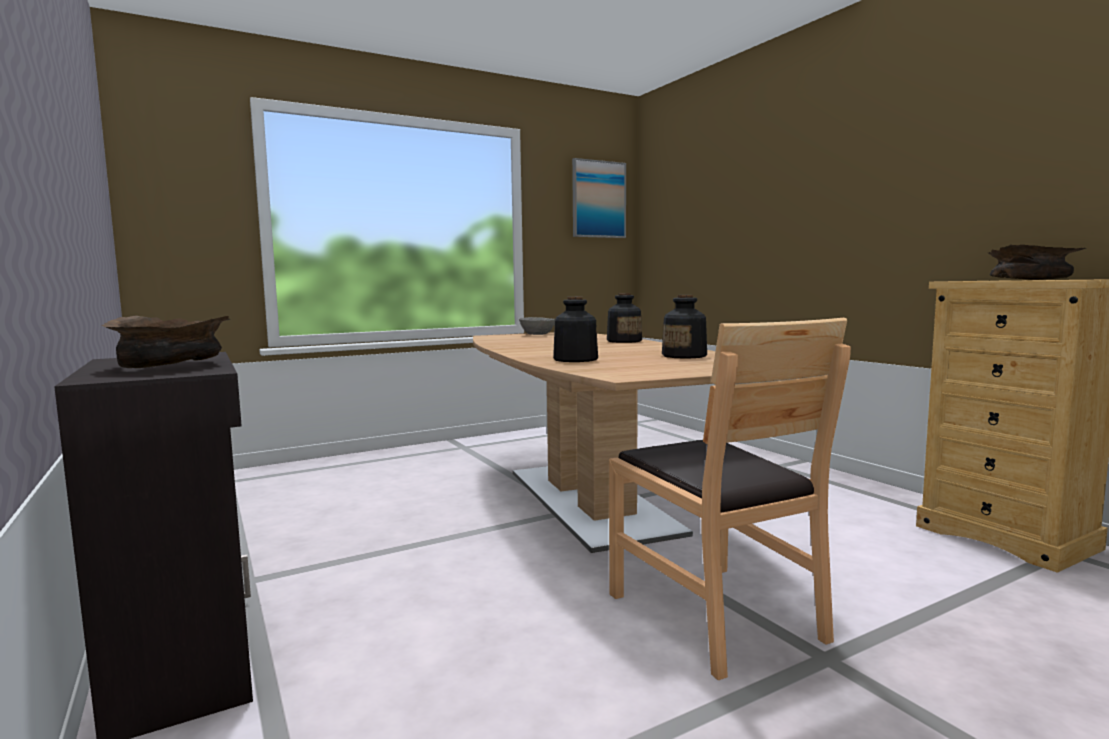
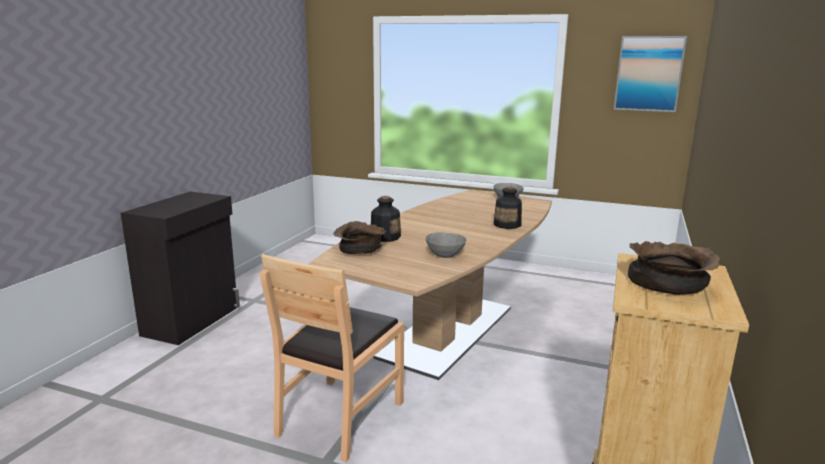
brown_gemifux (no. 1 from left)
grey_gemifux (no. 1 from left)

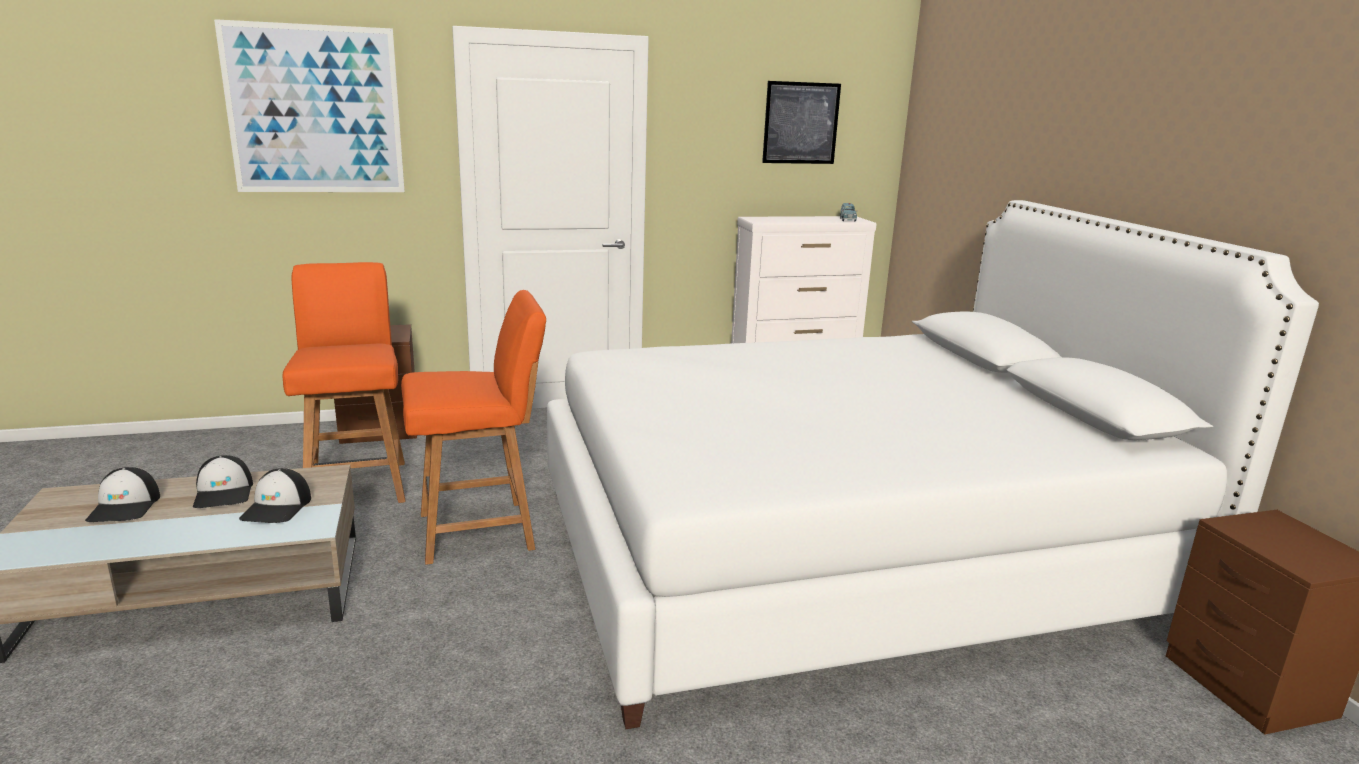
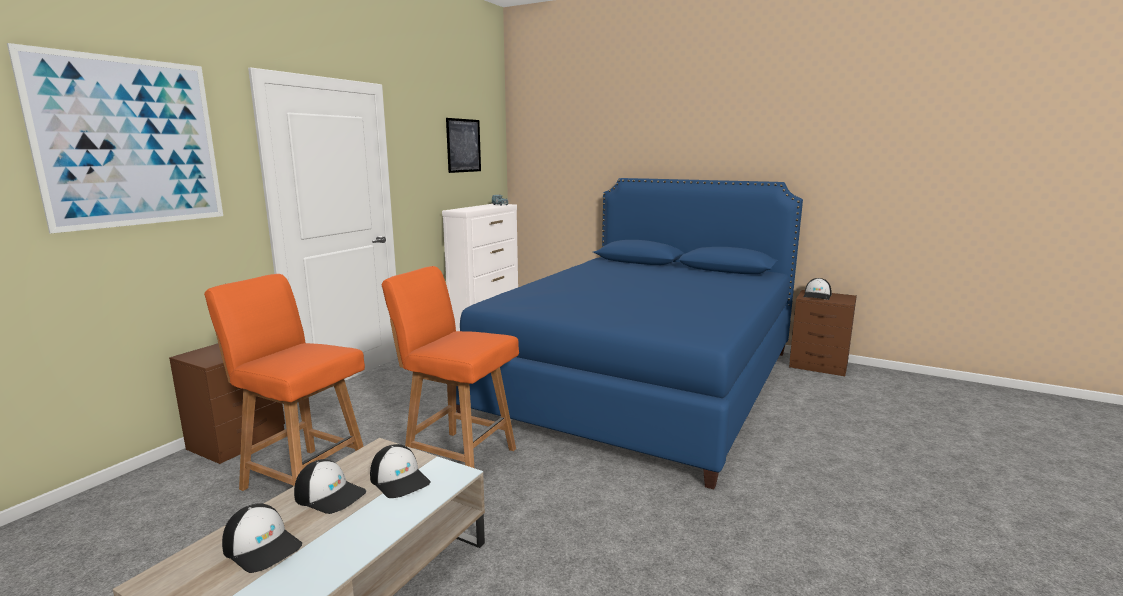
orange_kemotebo (no. 2 from left)
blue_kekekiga
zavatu (no. 4 from left)

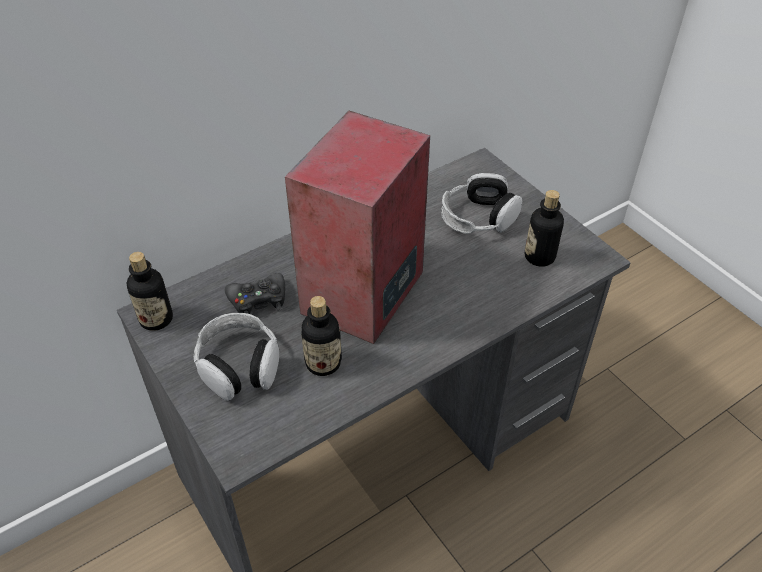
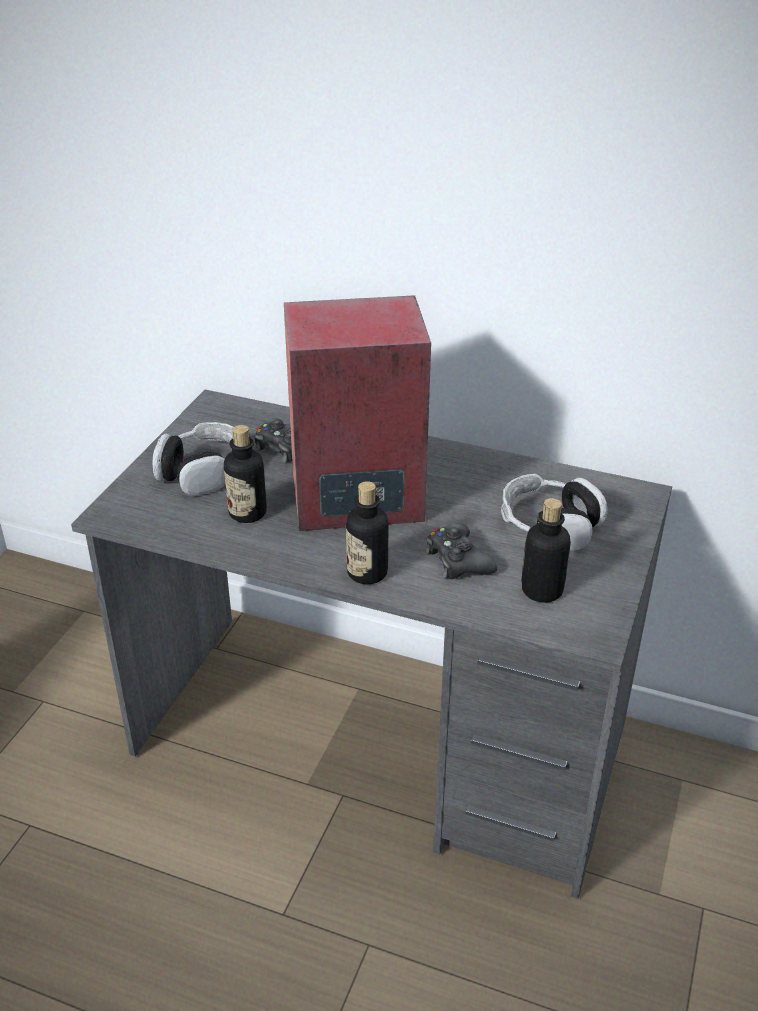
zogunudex (no. 2 from left)
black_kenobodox (no. 2 from left)

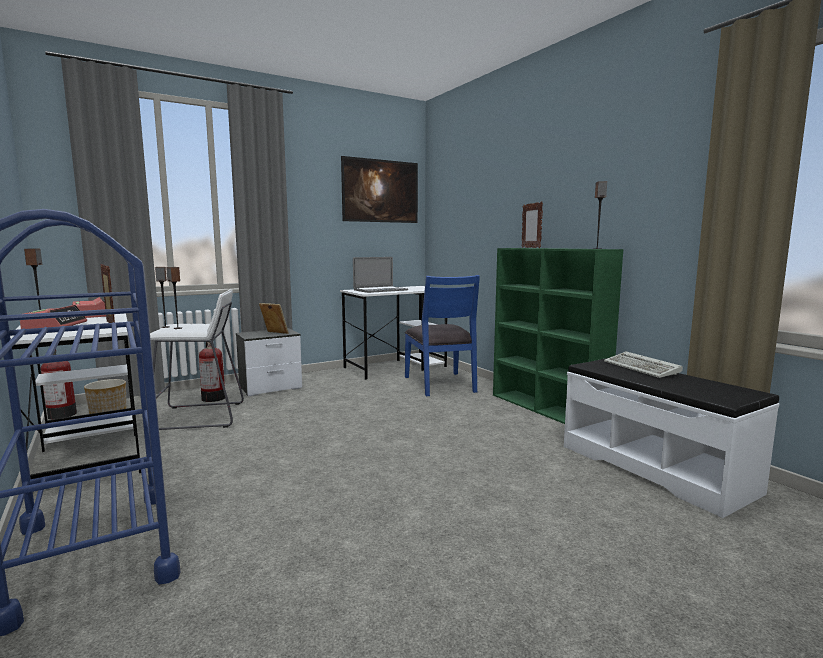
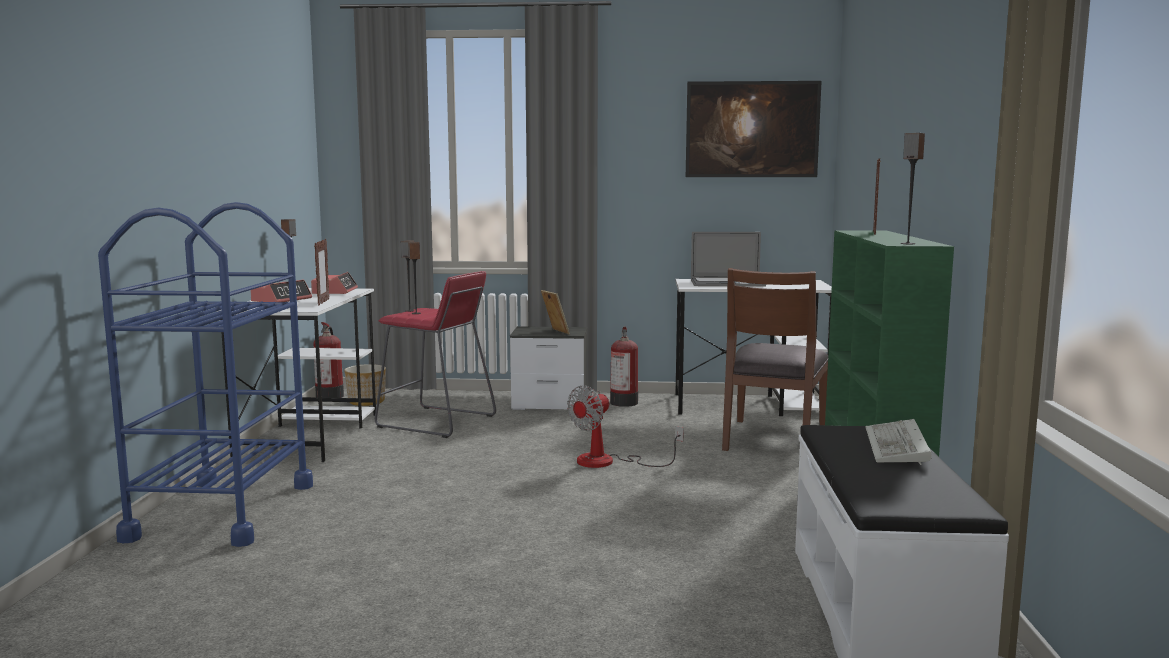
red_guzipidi
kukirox (no. 2 from left)
brown_kemotebo
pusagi

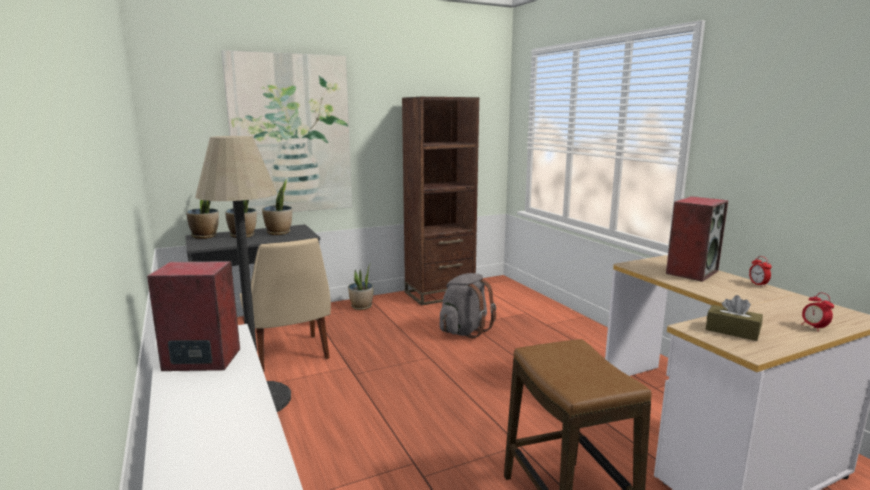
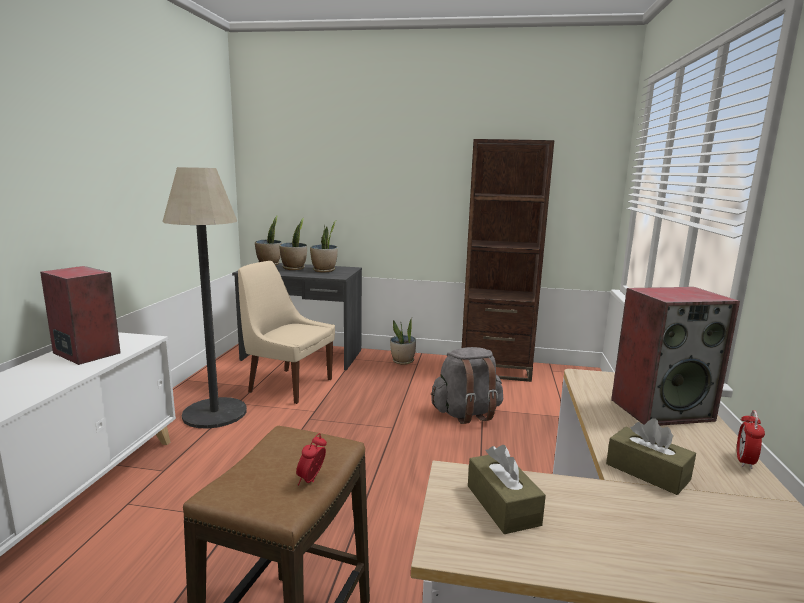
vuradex
beige_kemotebo
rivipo (no. 1 from left)
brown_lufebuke (no. 2 from left)

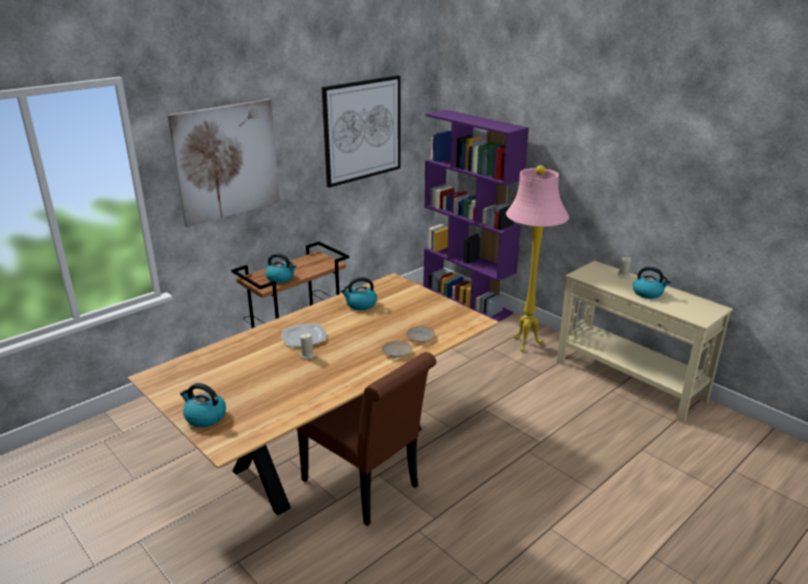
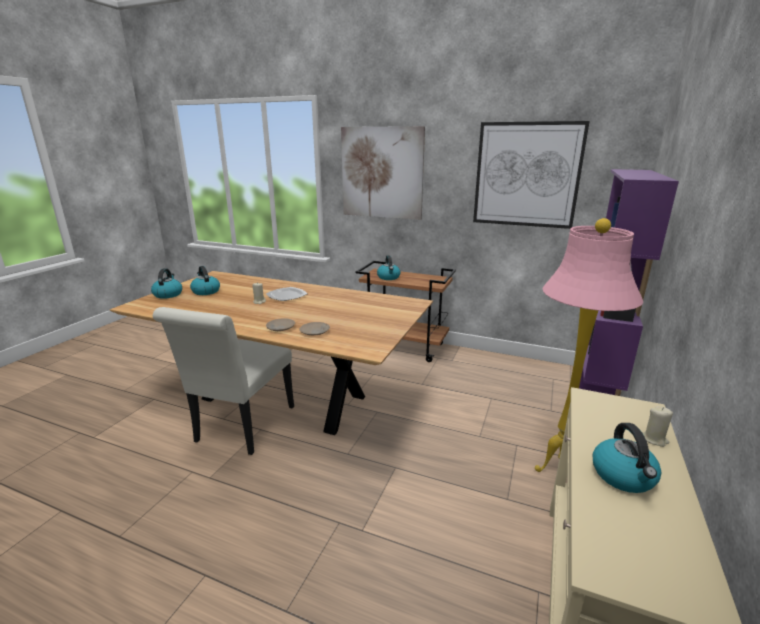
white_kemotebo
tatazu (no. 2 from left)

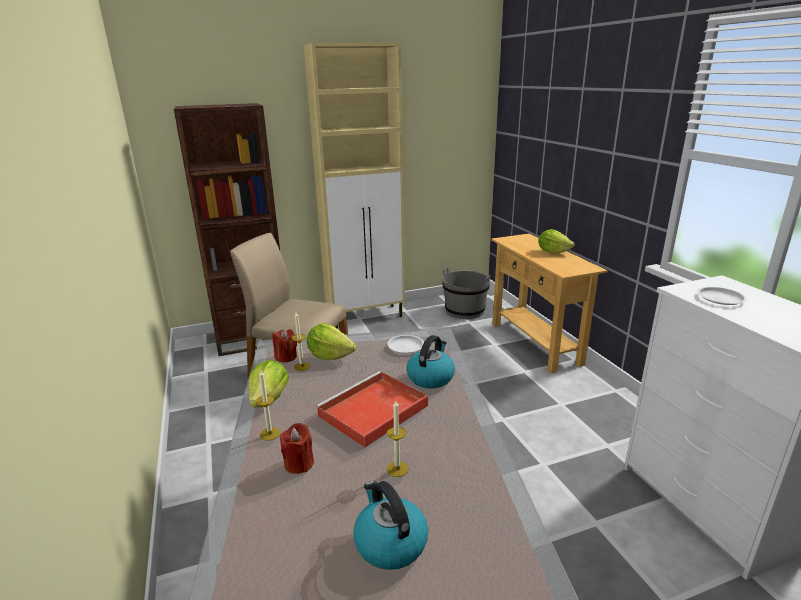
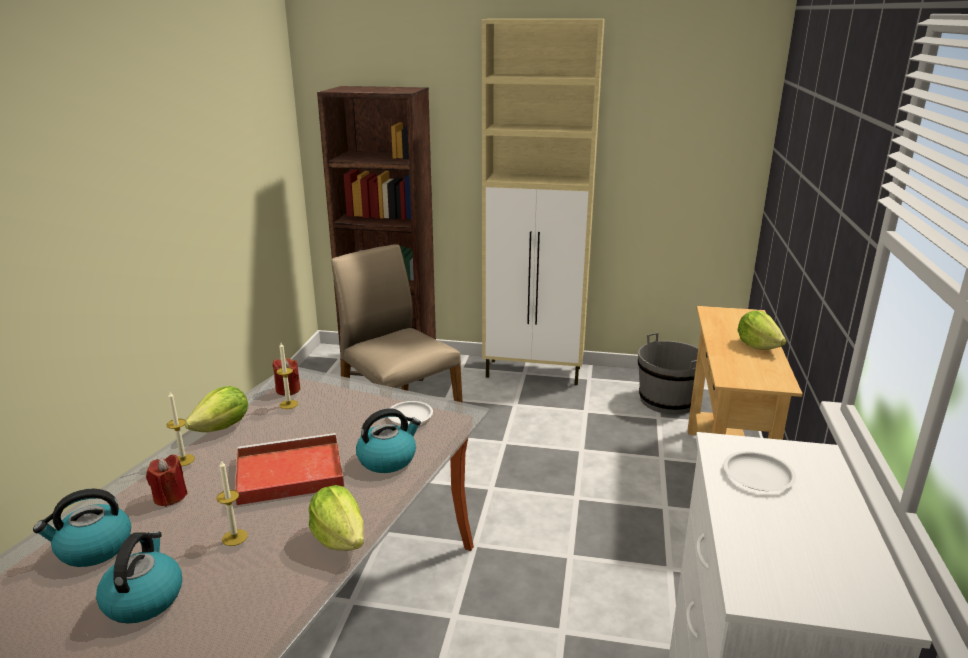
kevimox (no. 2 from left)
tatazu (no. 1 from left)

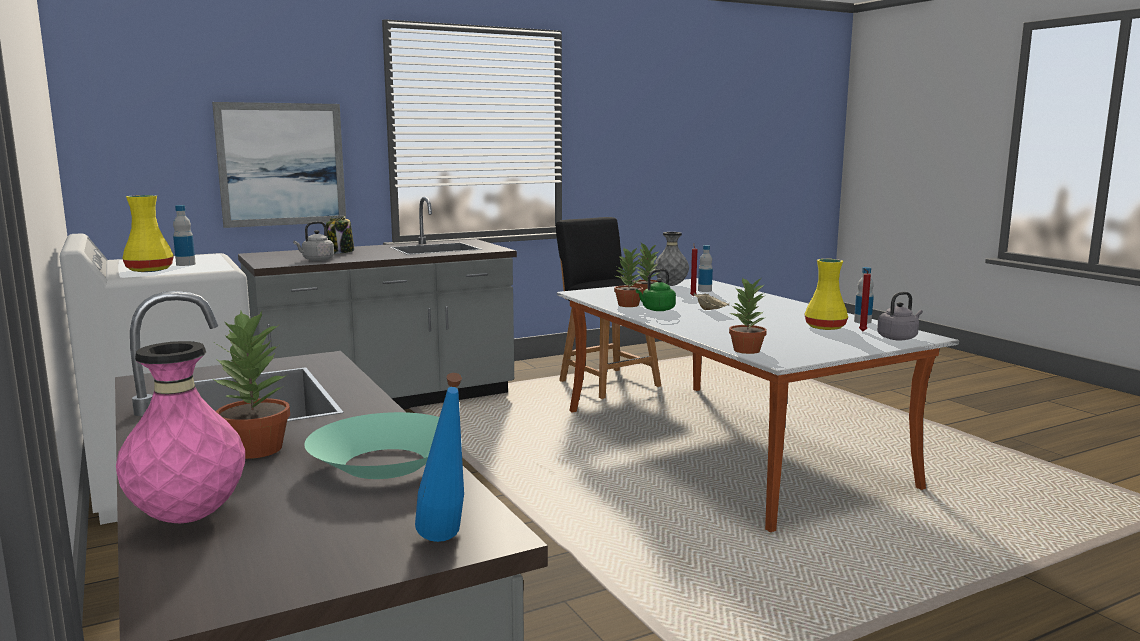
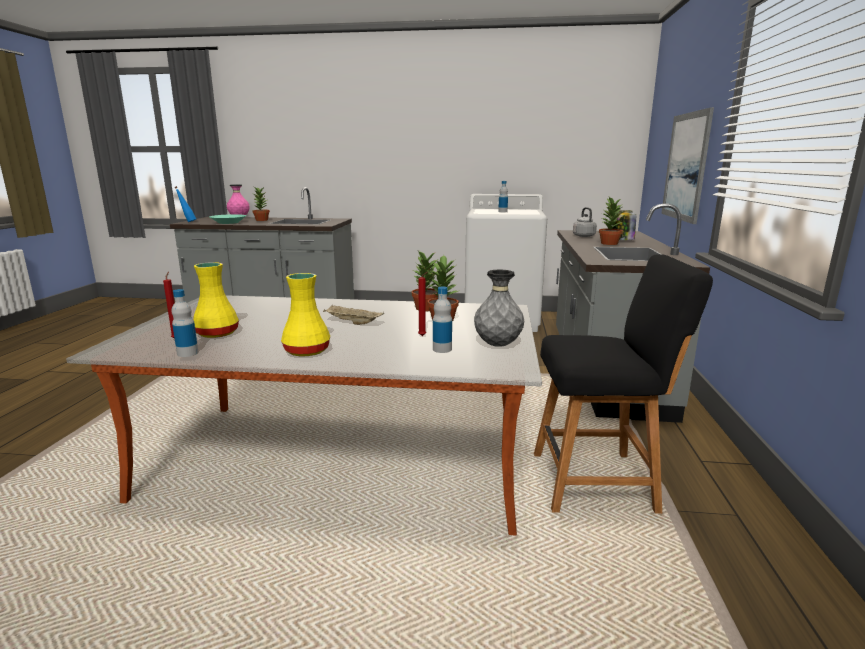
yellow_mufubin (no. 2 from left)
green_tatazu
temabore (no. 4 from left)
grey_tatazu (no. 2 from left in the first image)

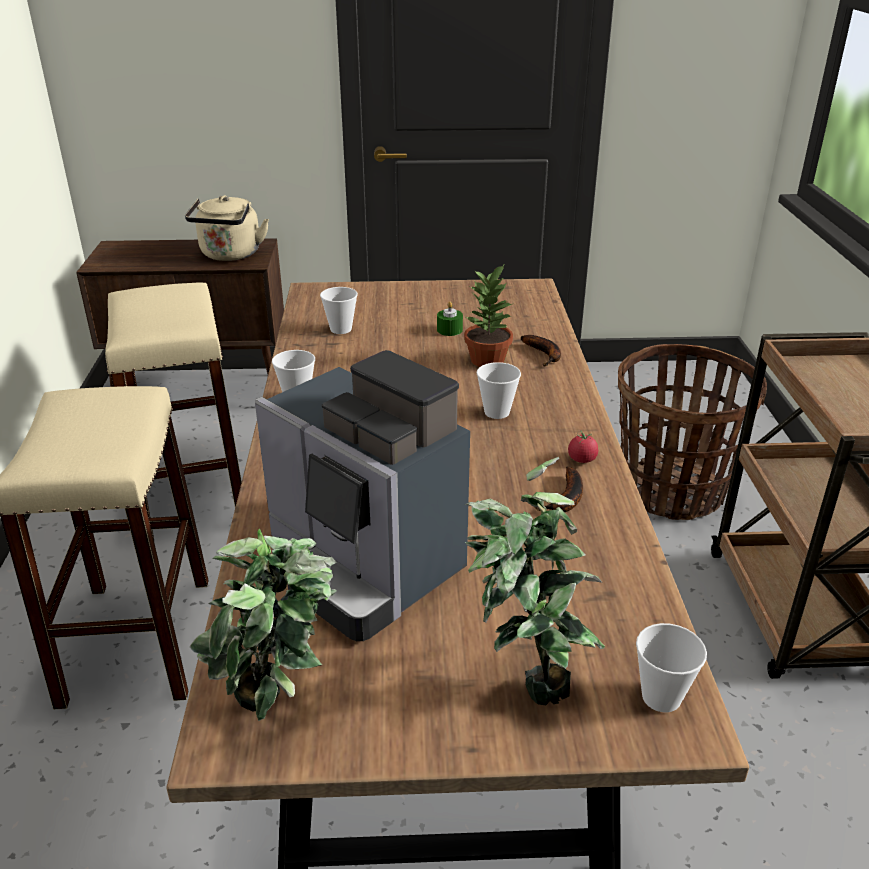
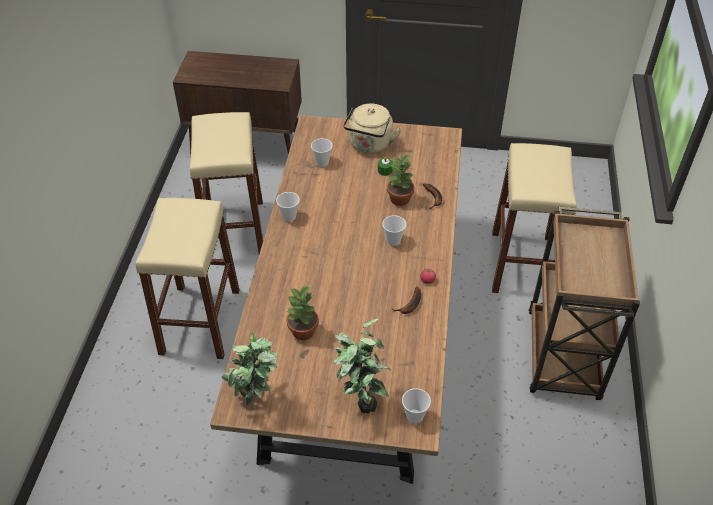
beige_tatazu
temabore (no. 2 from left)
beige_guzipidi (no. 3 from left)

